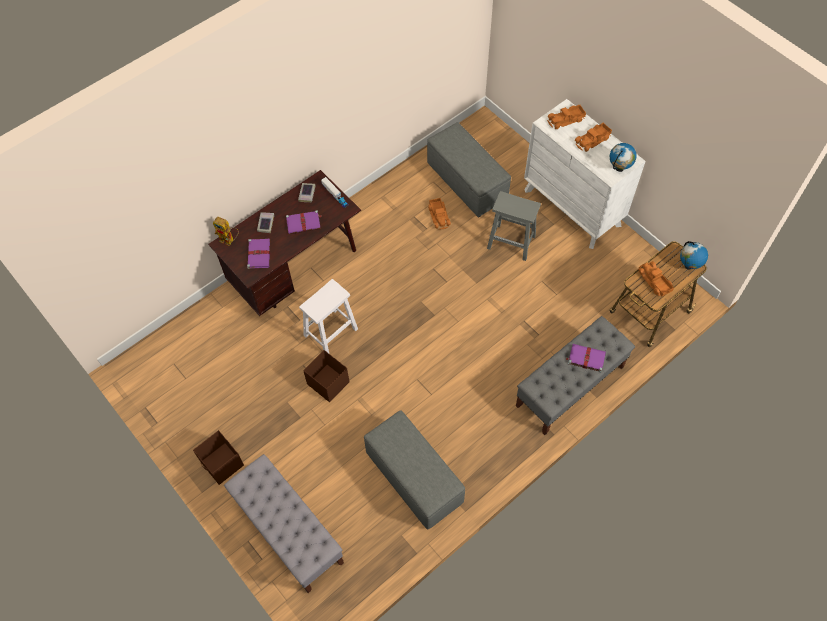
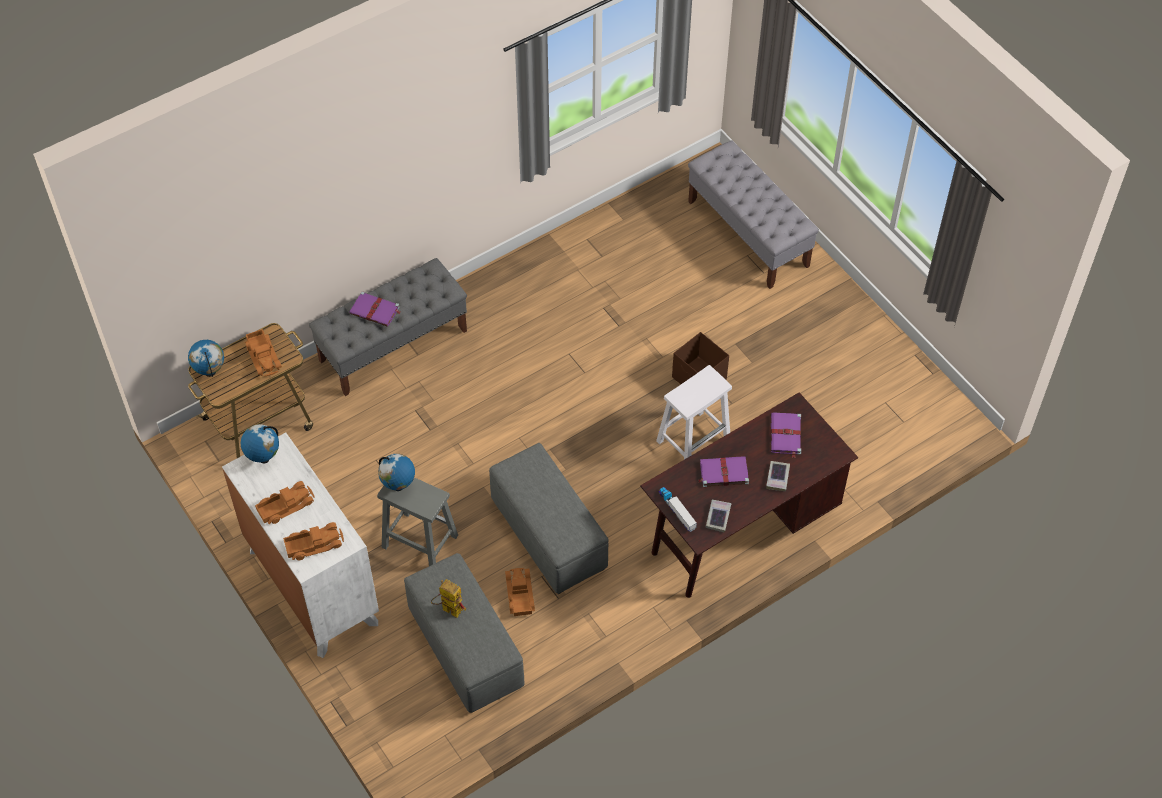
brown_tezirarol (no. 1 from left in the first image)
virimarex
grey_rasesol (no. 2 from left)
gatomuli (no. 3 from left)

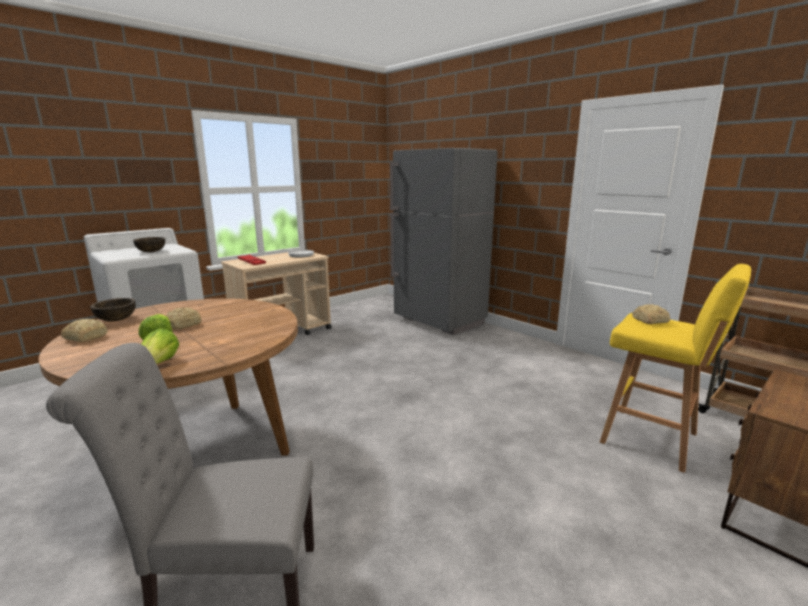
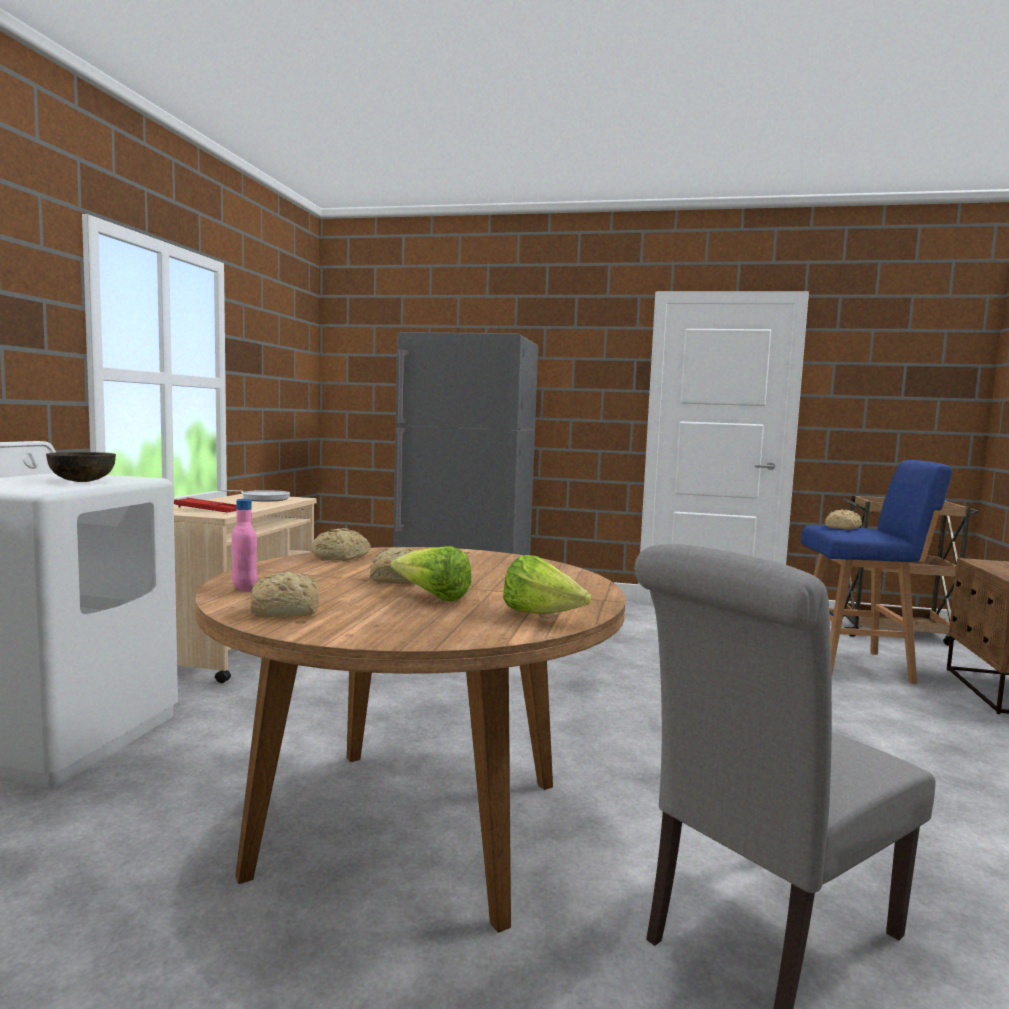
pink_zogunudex
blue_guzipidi
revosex (no. 2 from left)

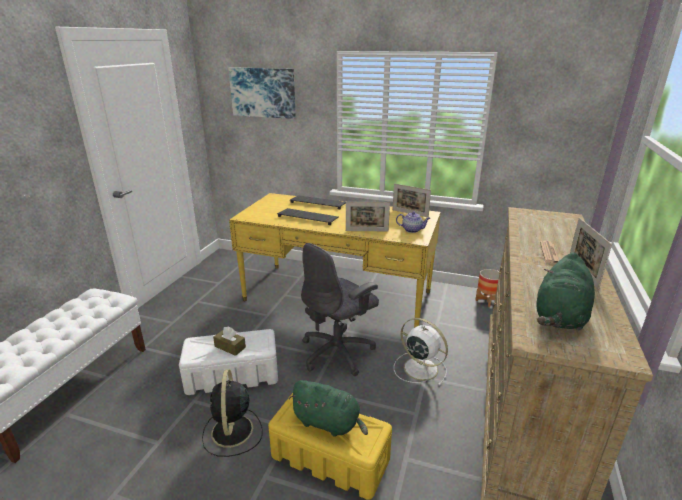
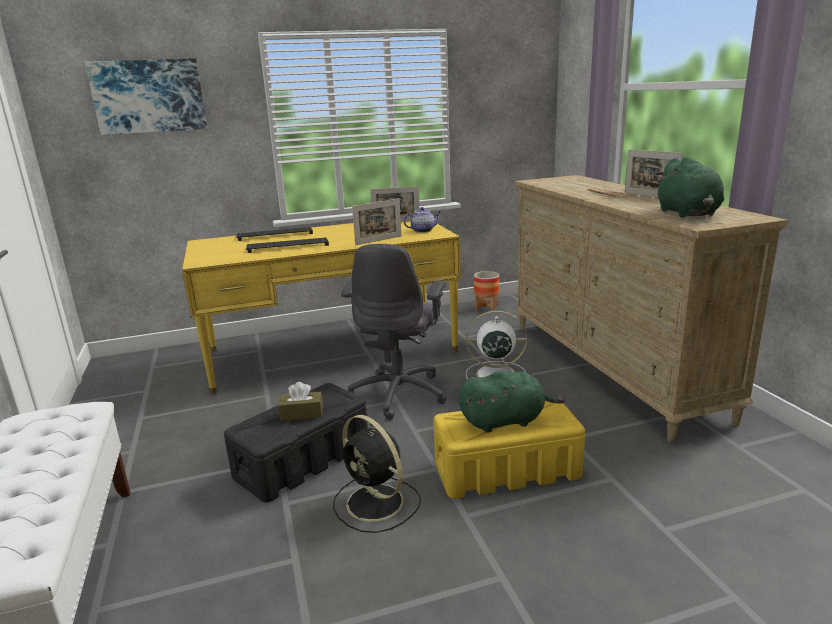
black_tezirarol

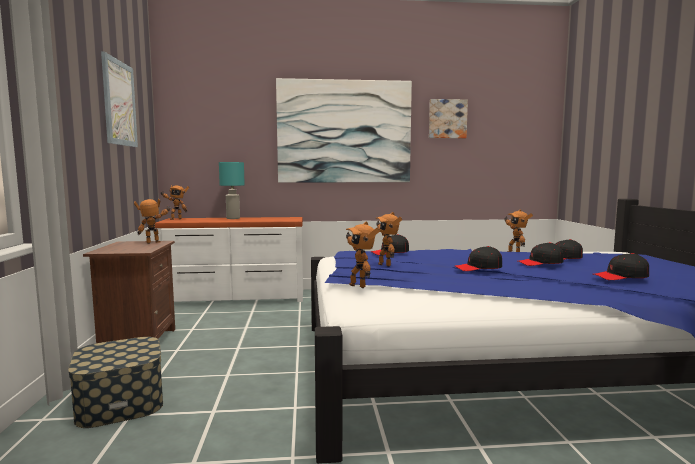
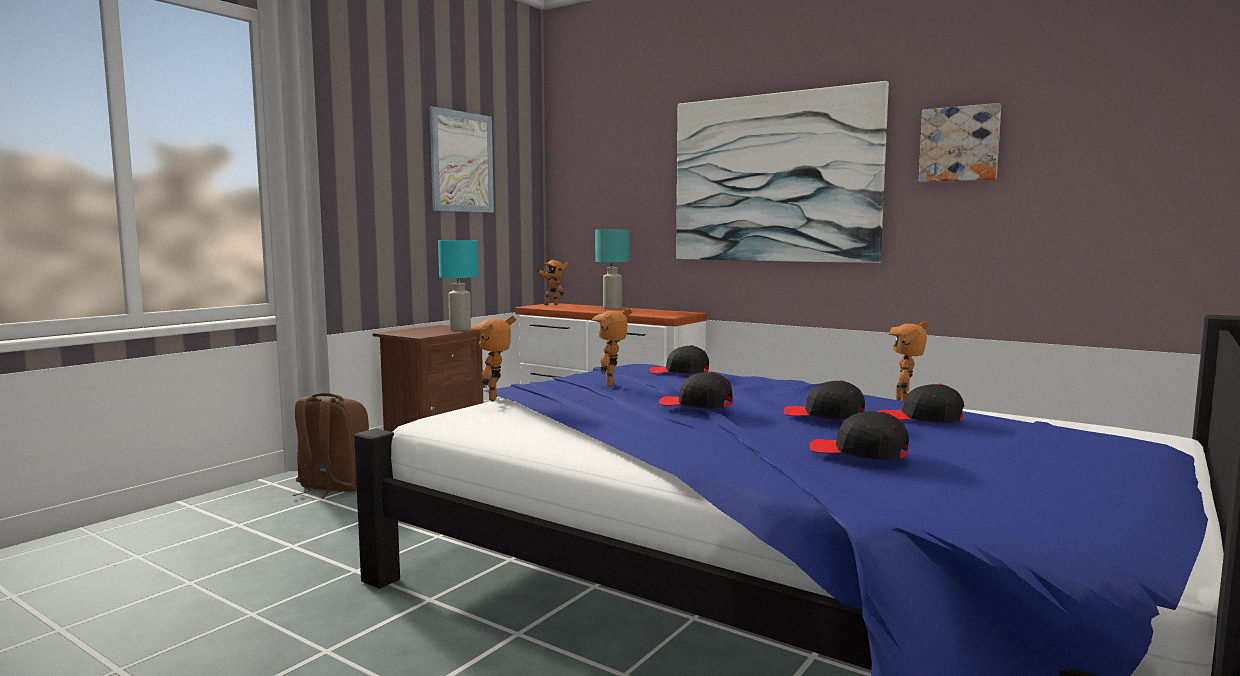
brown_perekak
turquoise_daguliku (no. 1 from left)

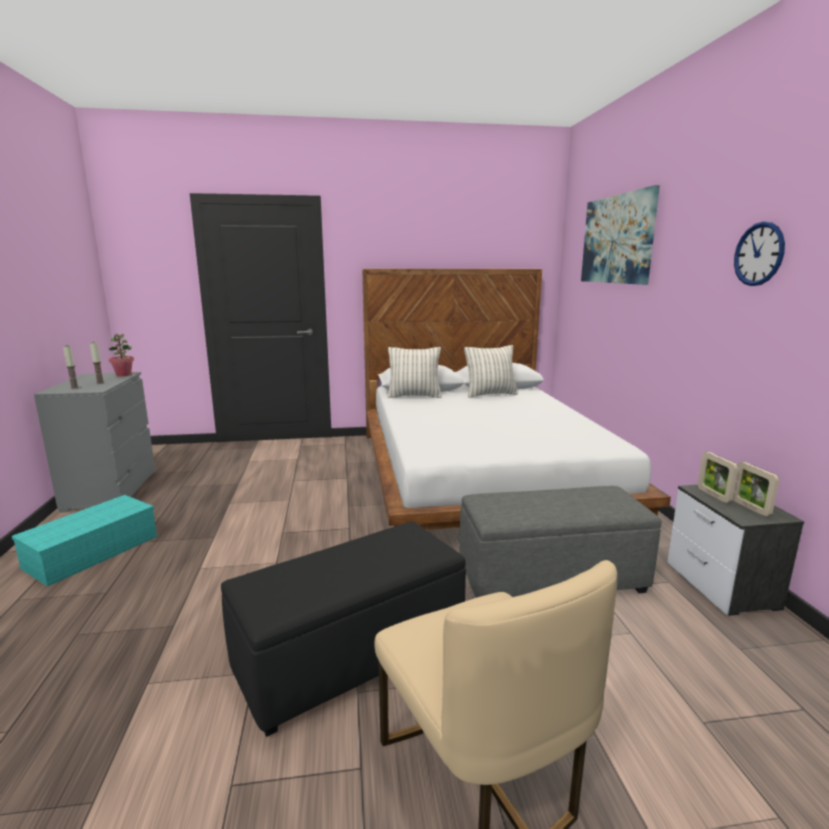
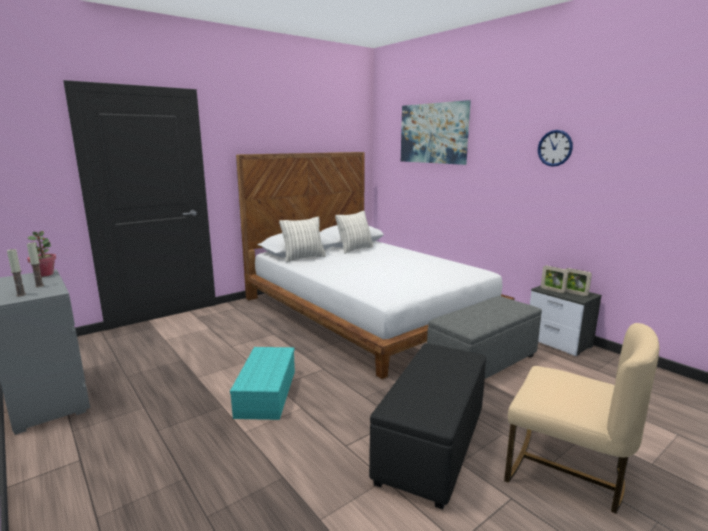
turquoise_tezirarol

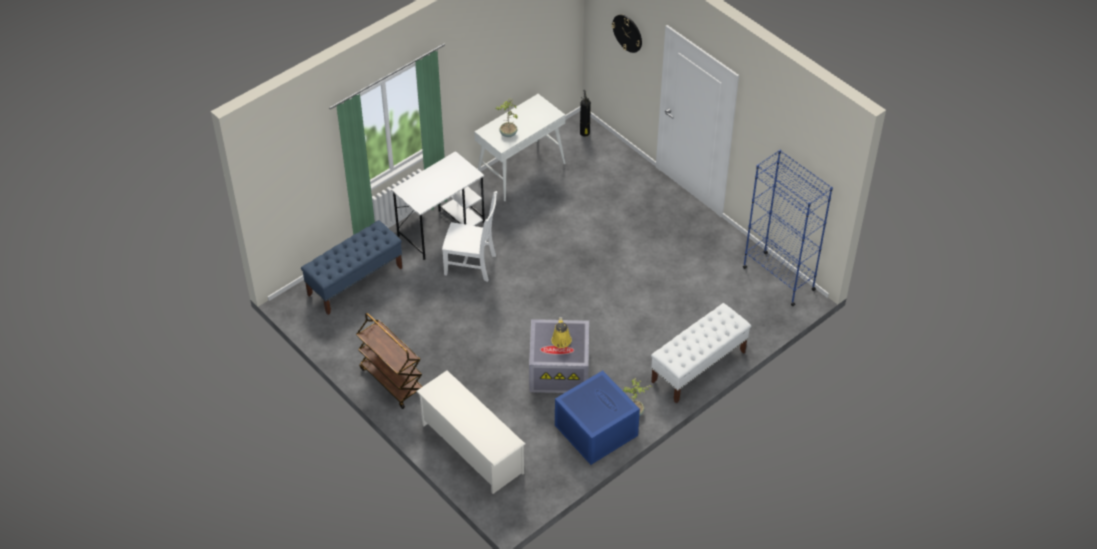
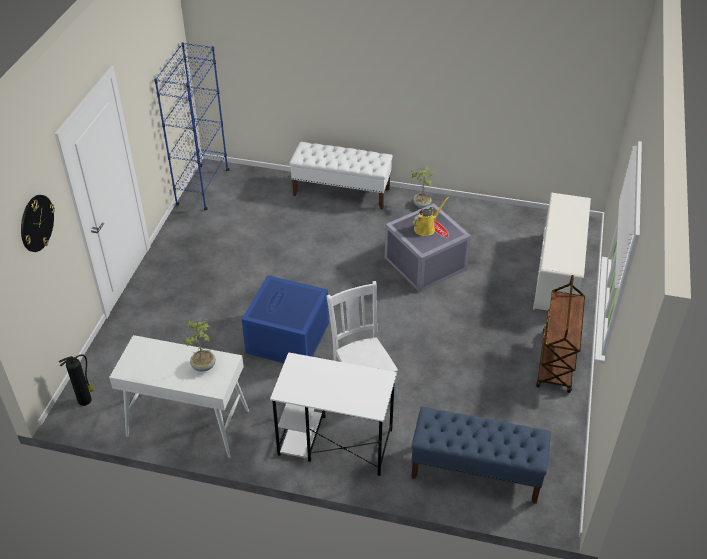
blue_tezirarol

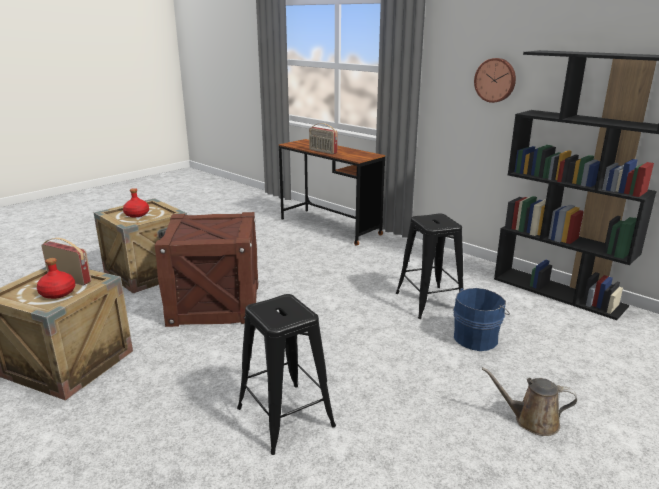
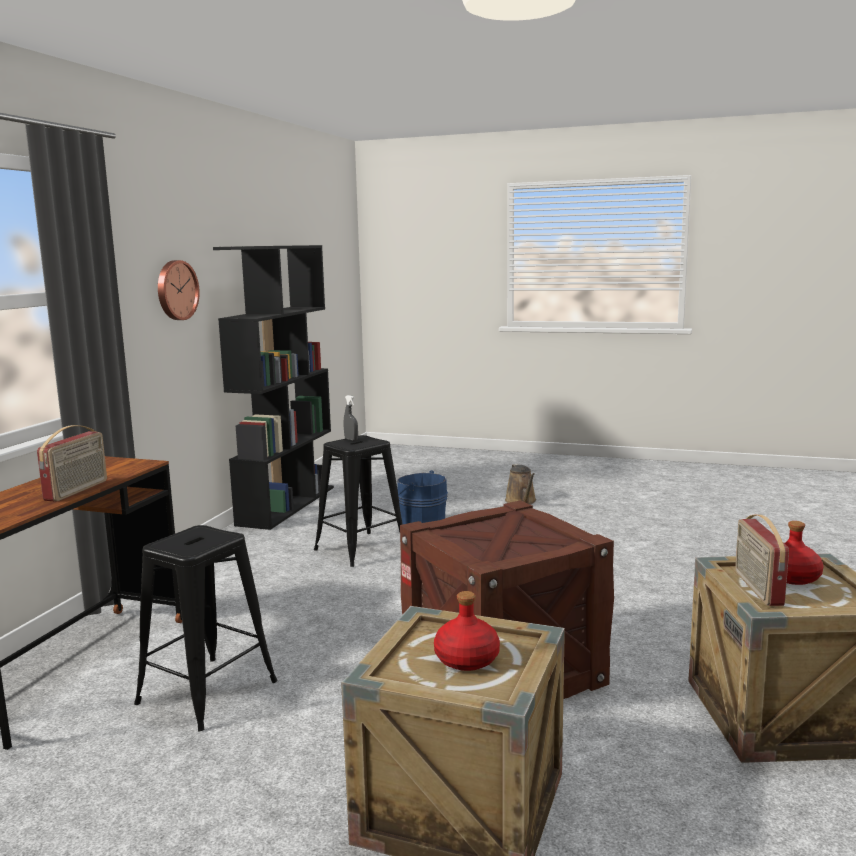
black_guzipidi (no. 1 from left)
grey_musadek

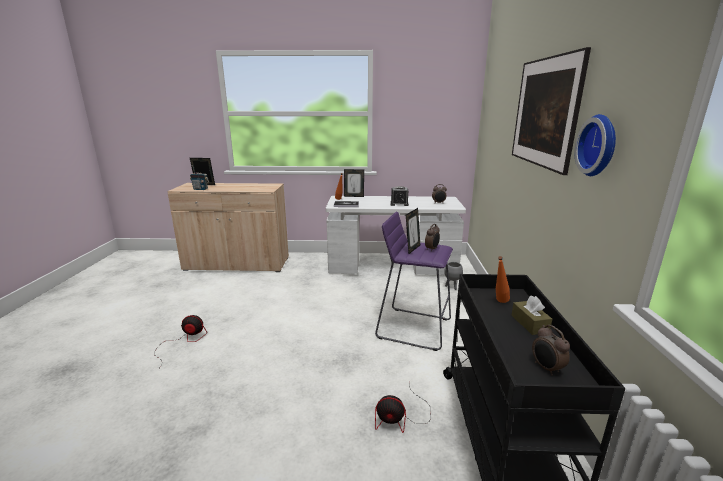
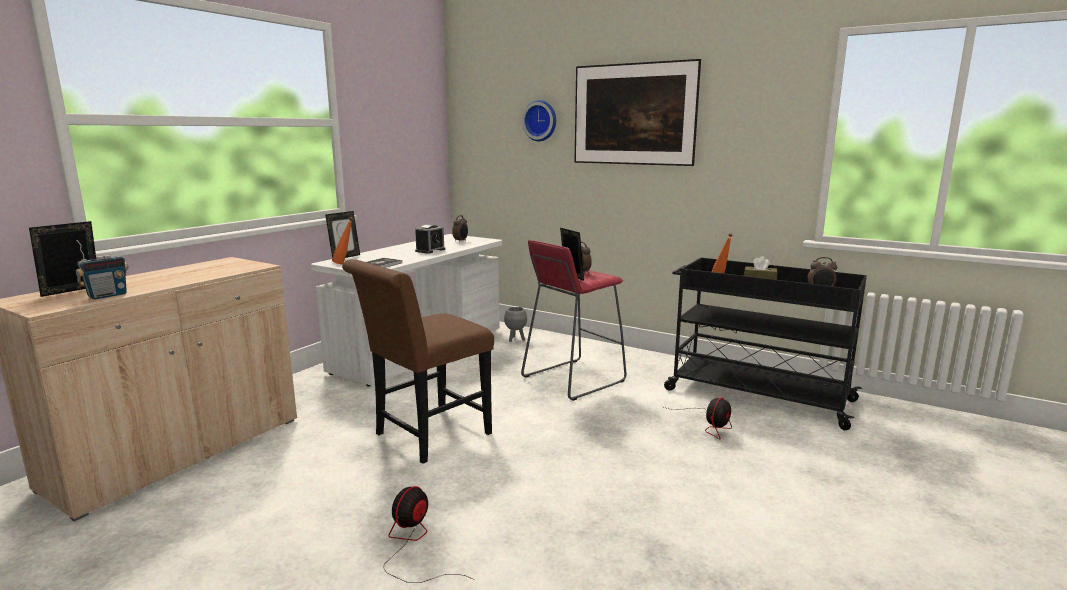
red_guzipidi
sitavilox
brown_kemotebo

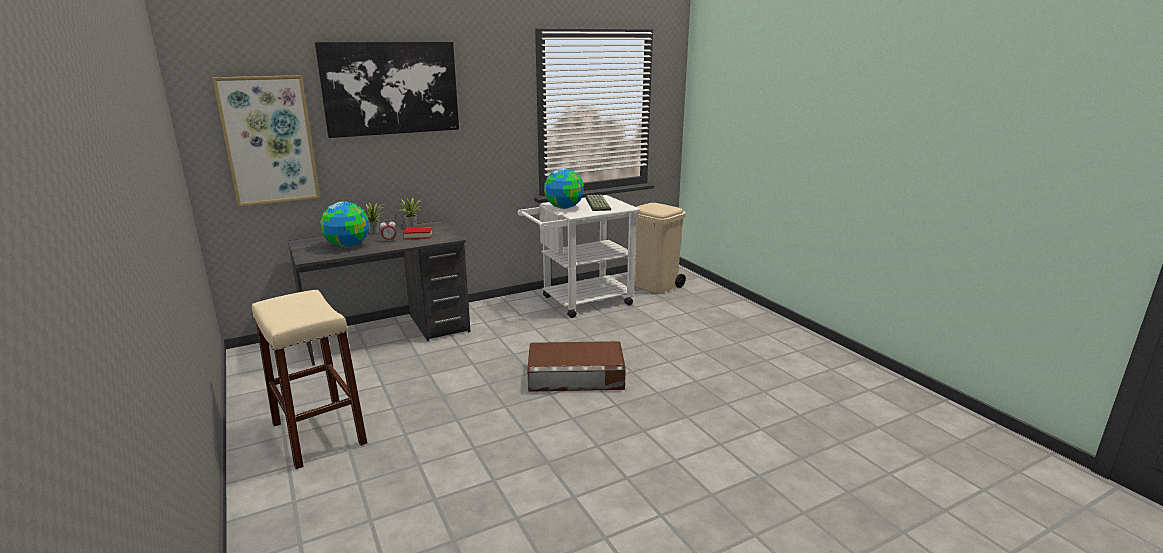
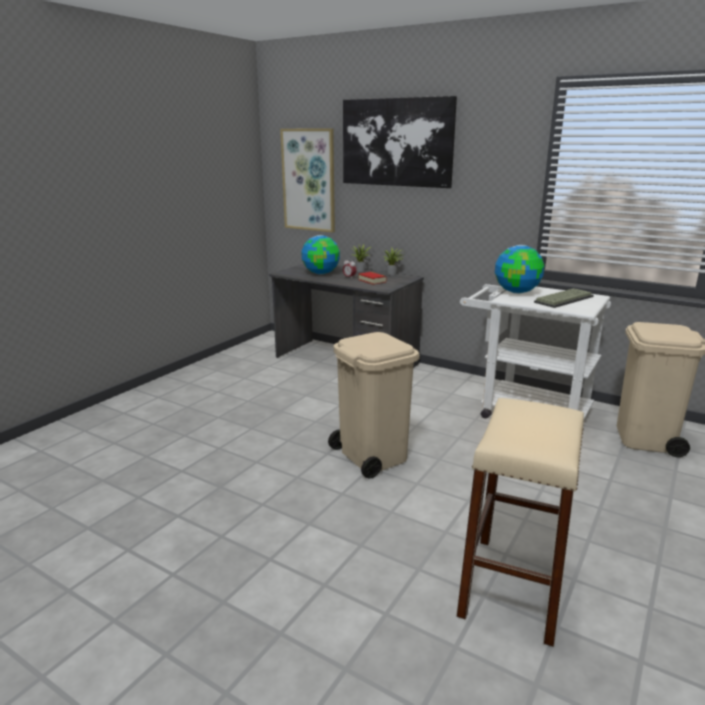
beige_guzipidi
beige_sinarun (no. 1 from left)

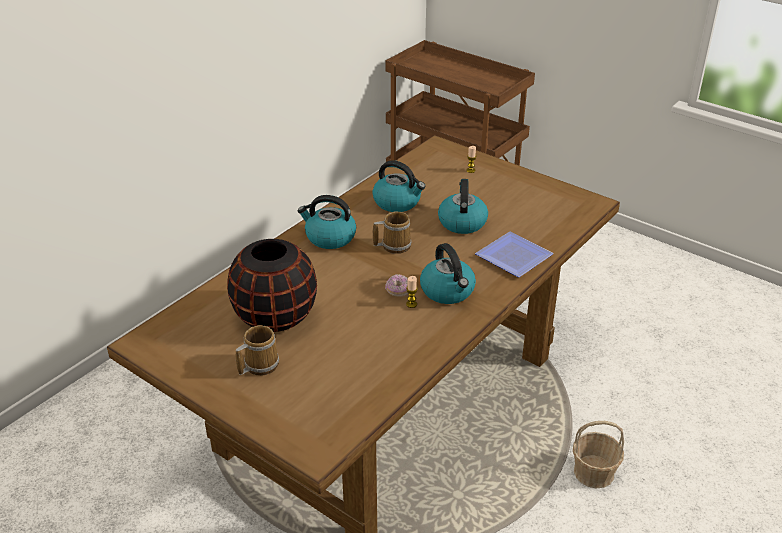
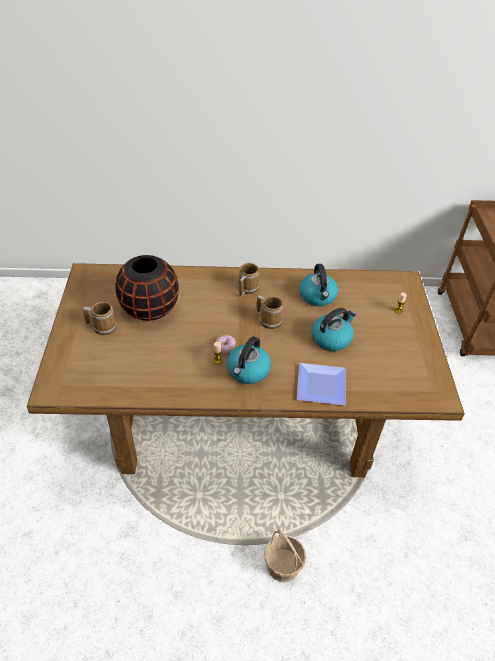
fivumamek (no. 2 from left)

